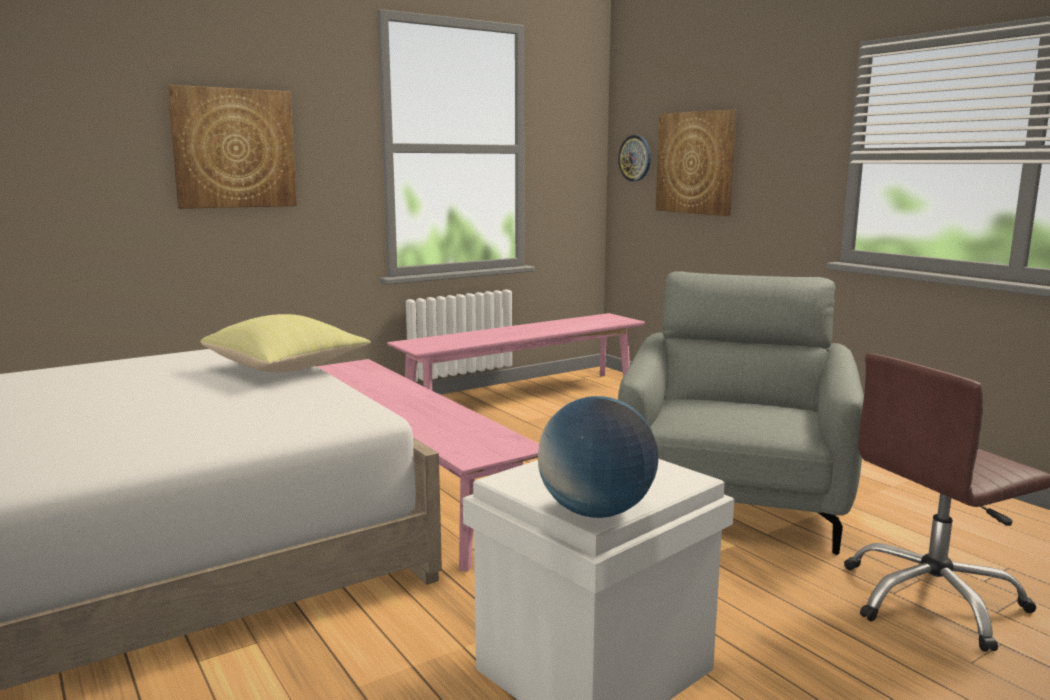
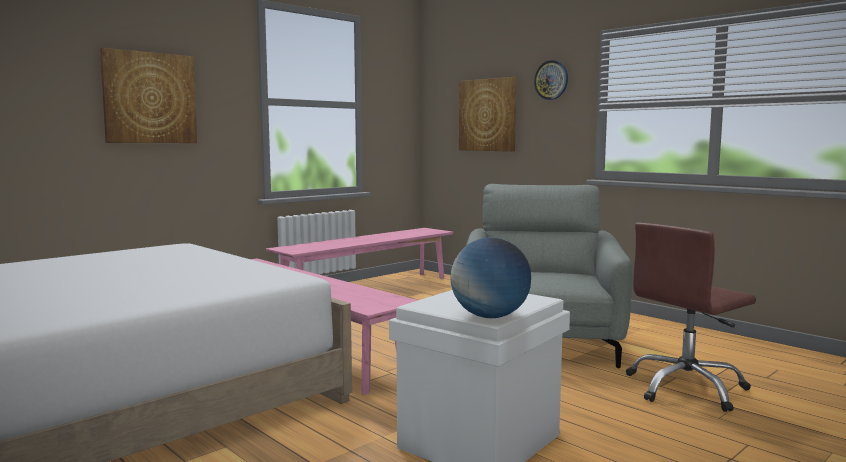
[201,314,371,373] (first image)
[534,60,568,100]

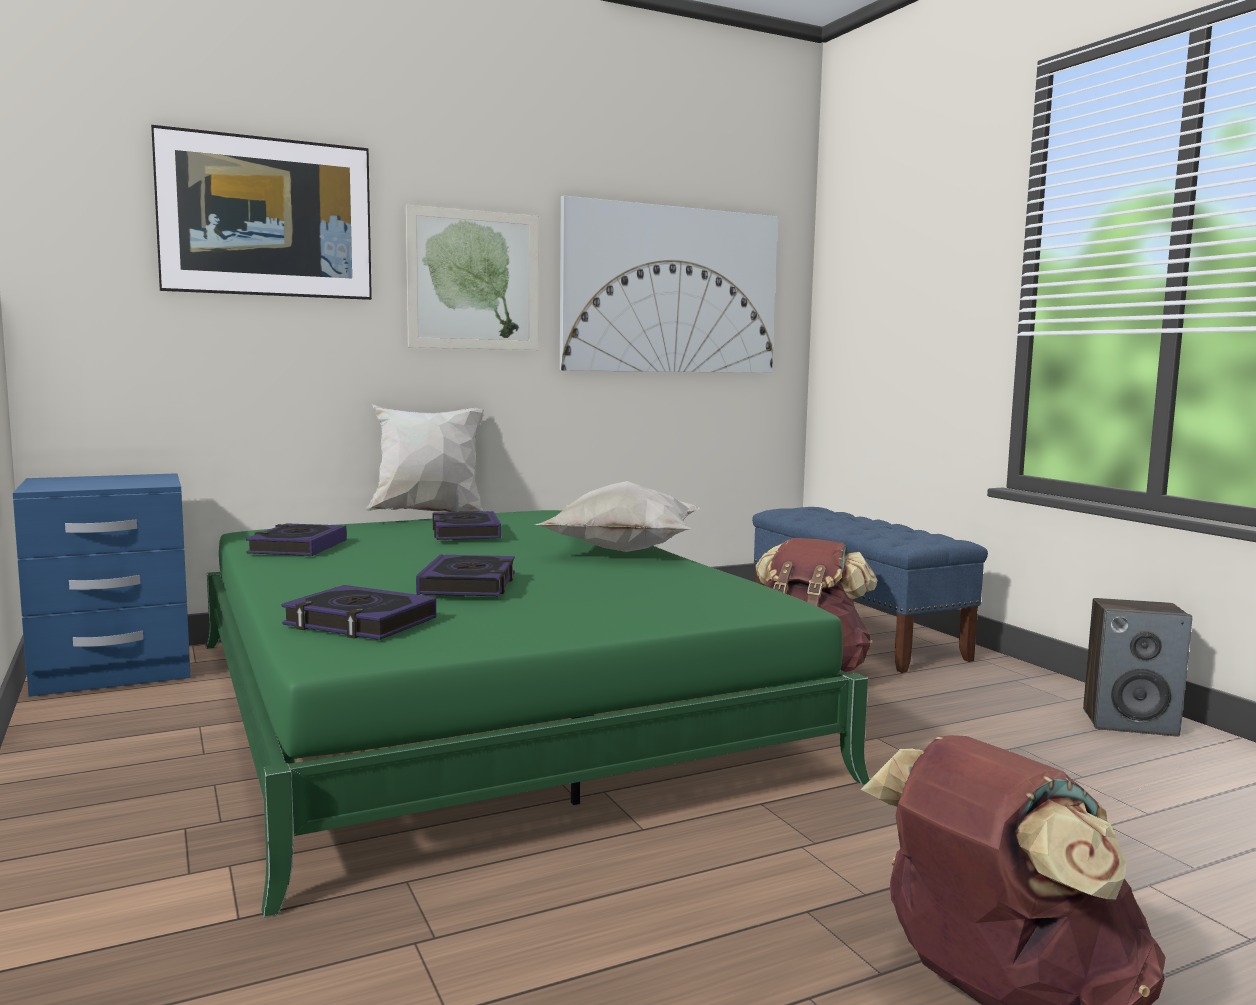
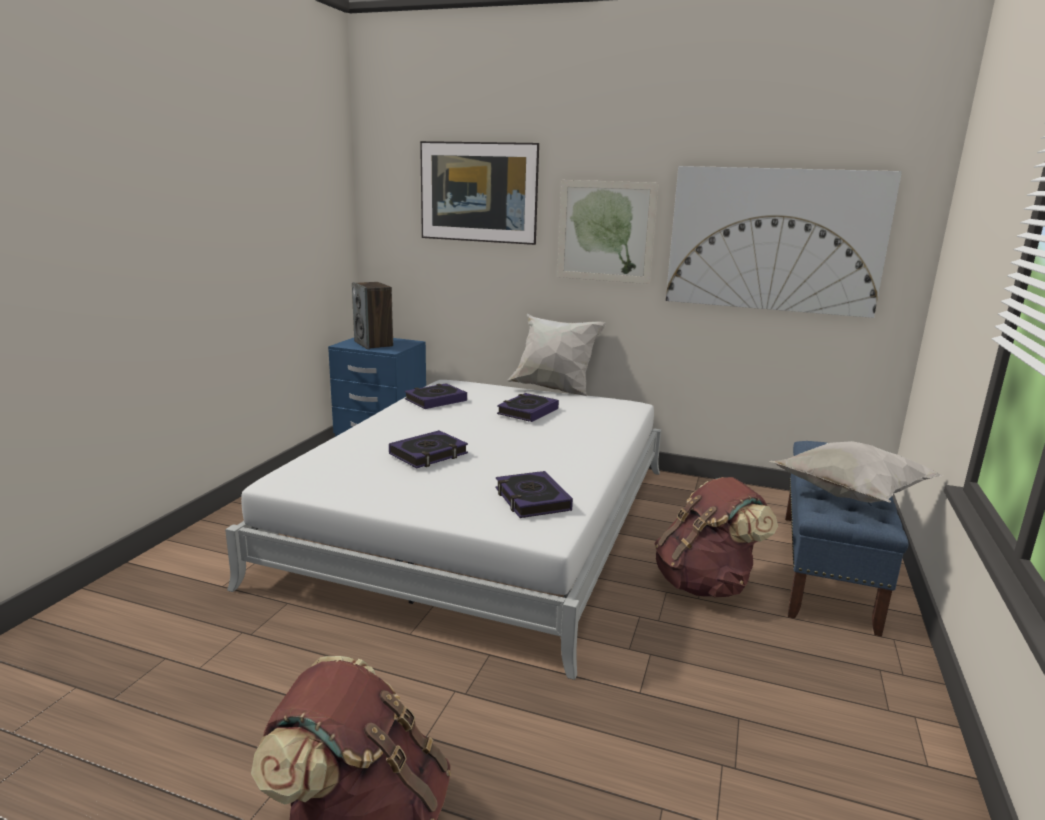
[496,471,573,518]
[769,441,943,503]
[352,282,393,349]
[225,380,661,680]

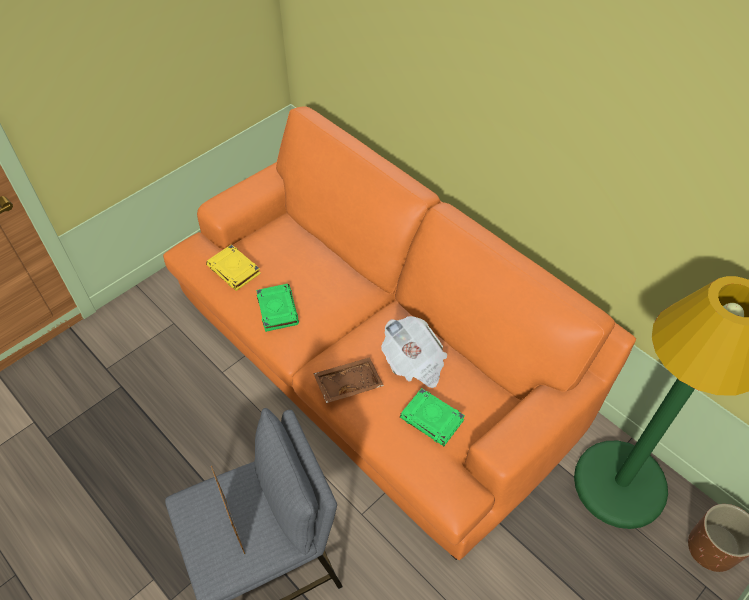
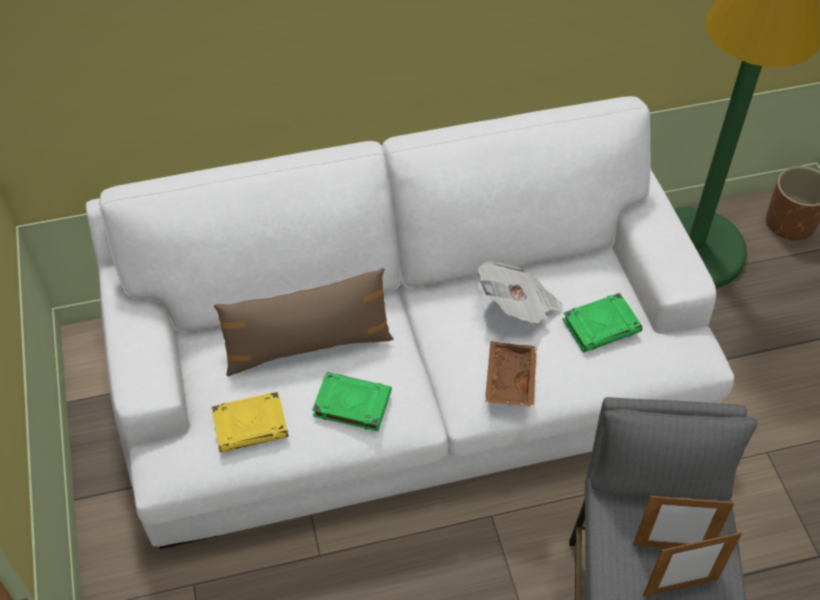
[214,268,394,376]
[643,532,742,597]
[86,96,734,549]

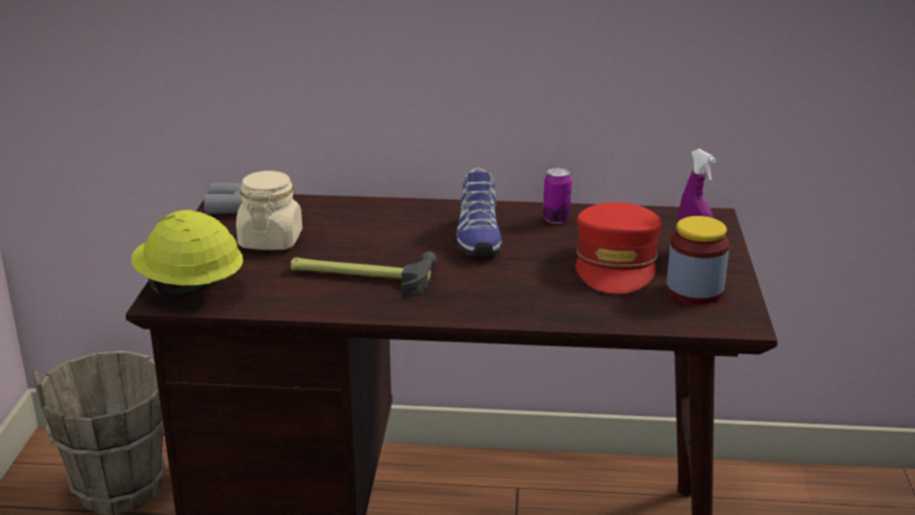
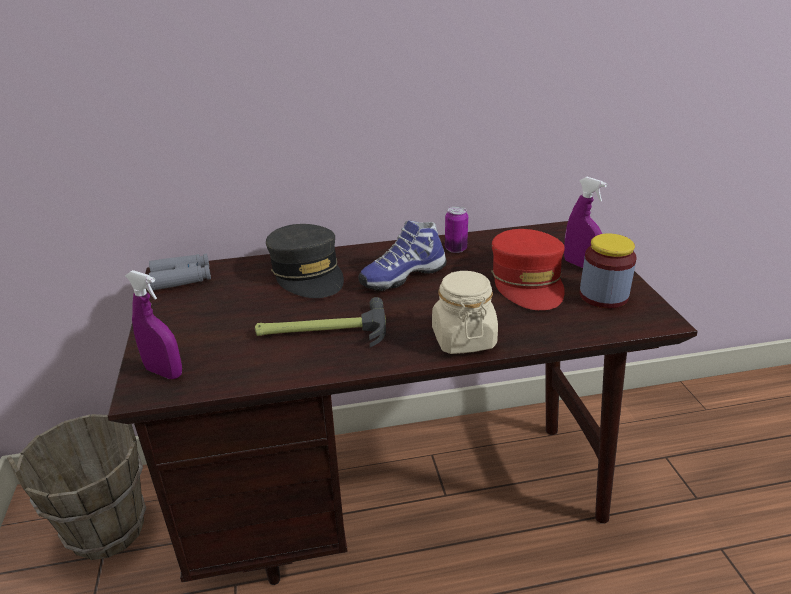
[266,224,344,298]
[432,271,498,354]
[125,270,182,379]
[359,220,447,291]

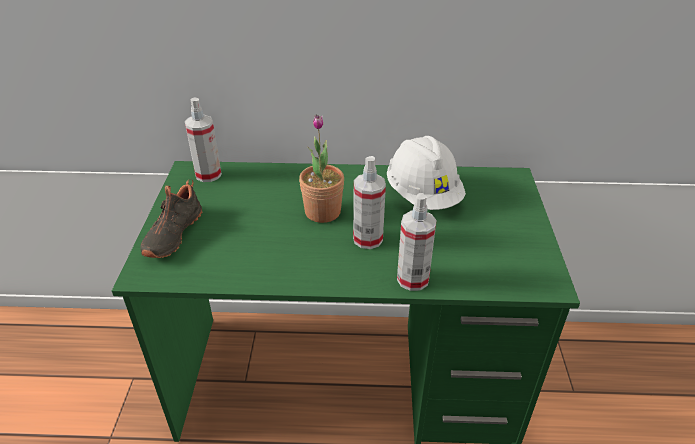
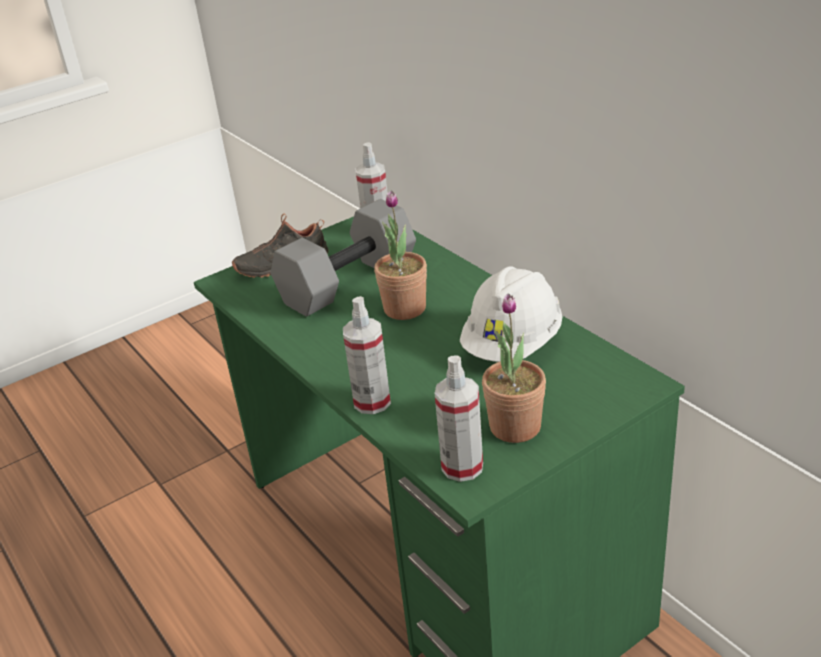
[271,199,416,317]
[482,293,546,443]
[435,355,483,482]

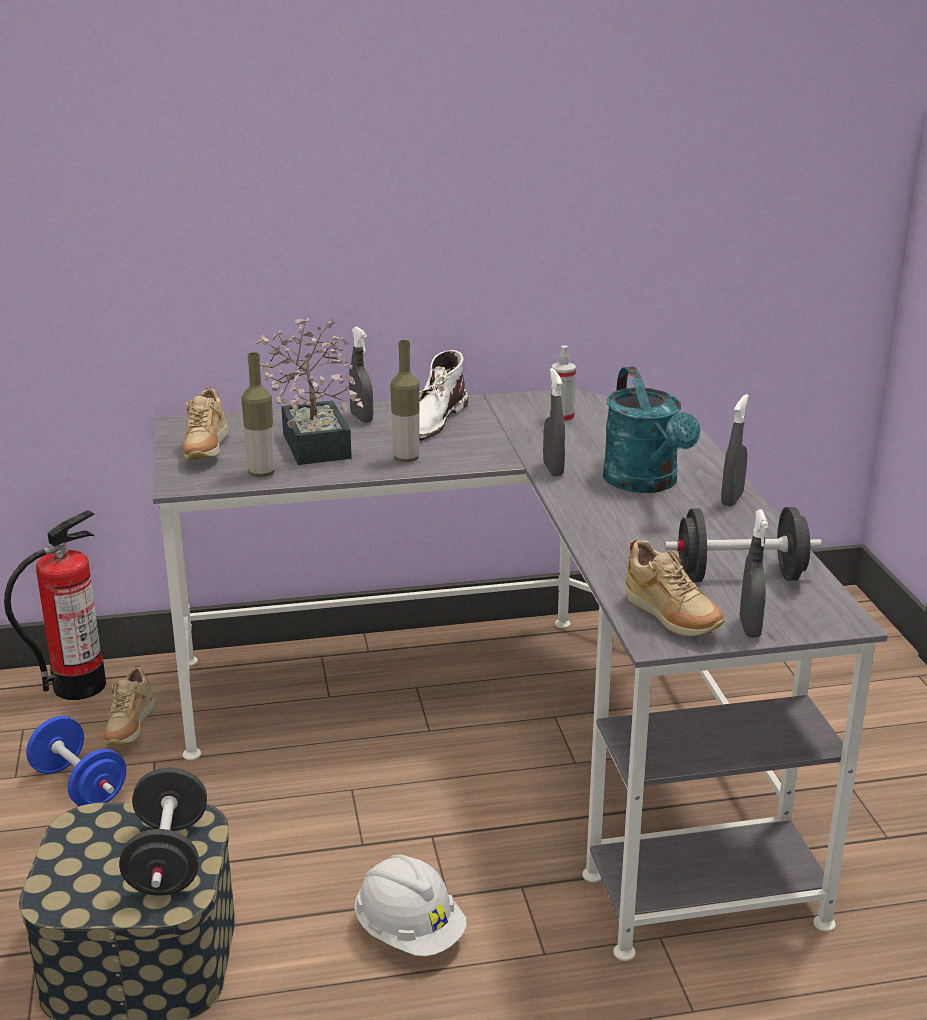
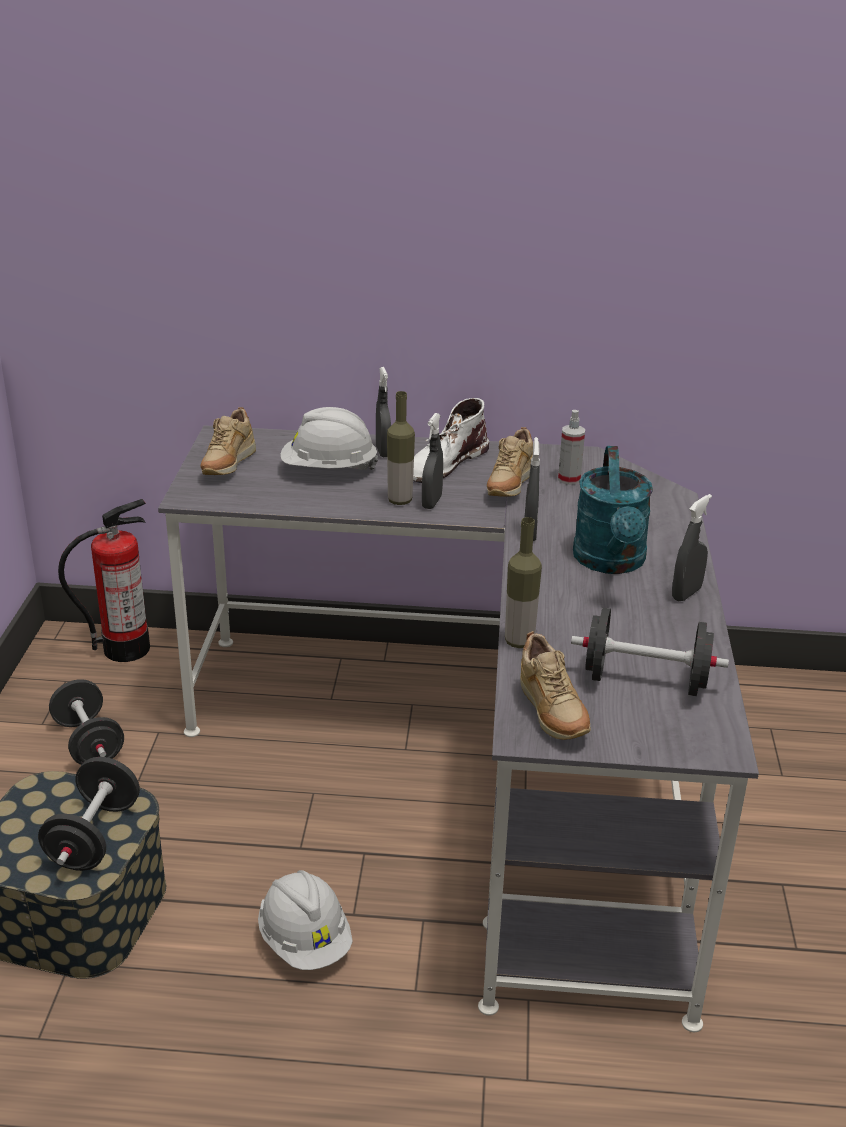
[487,427,533,497]
[505,517,542,648]
[422,413,443,509]
[281,407,378,470]
[49,679,124,765]

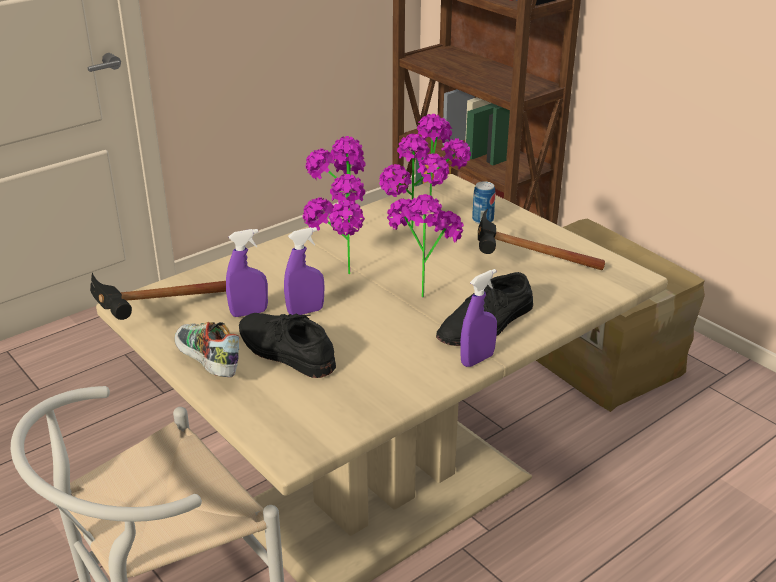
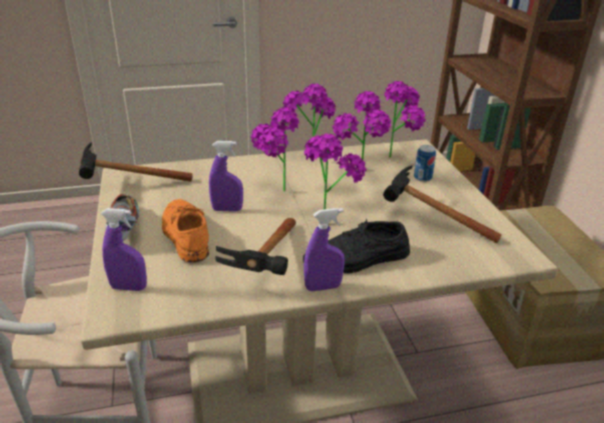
[215,218,296,275]
[101,208,147,291]
[162,199,209,262]

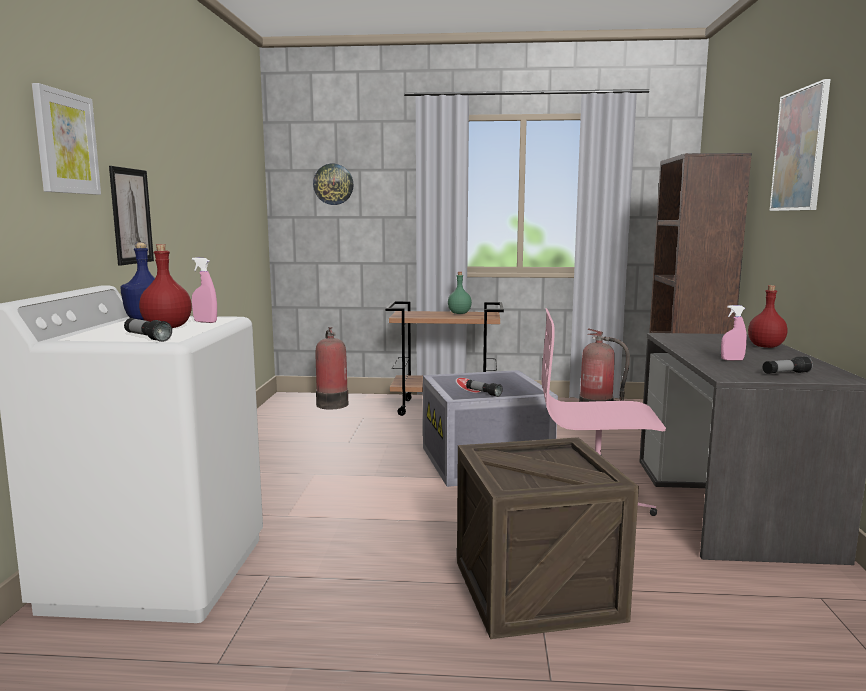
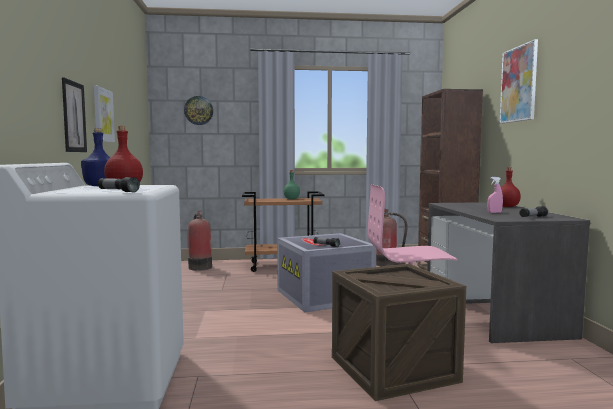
[192,257,217,323] (first image)
[94,86,115,142]

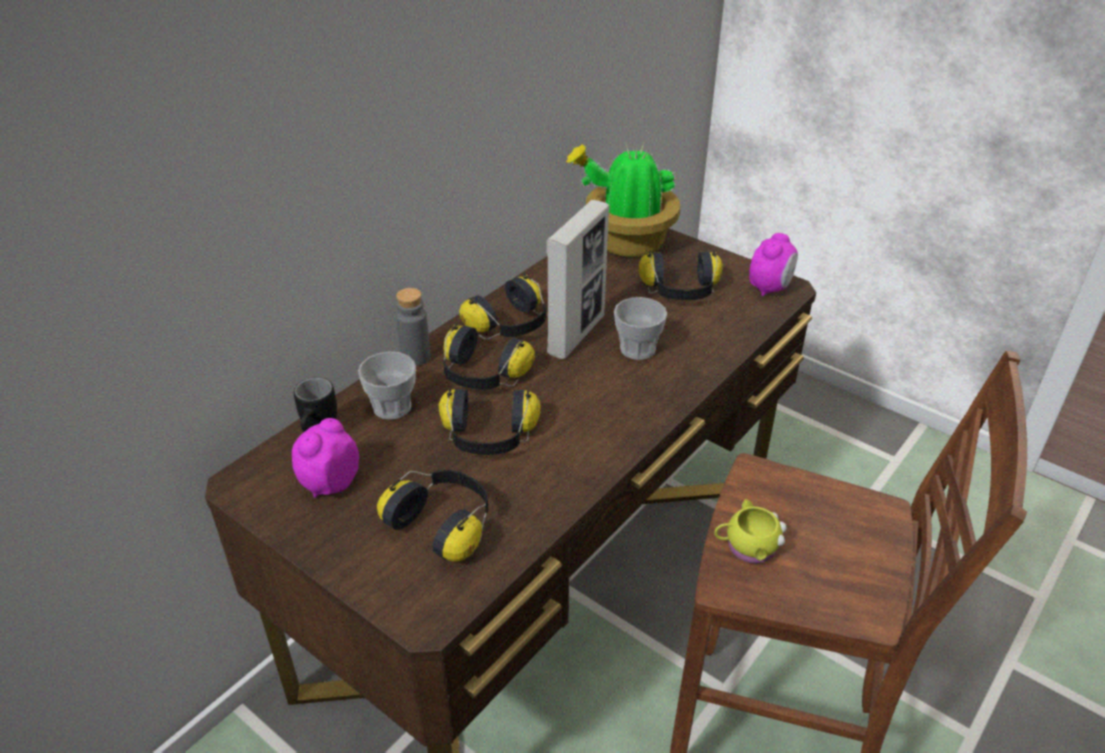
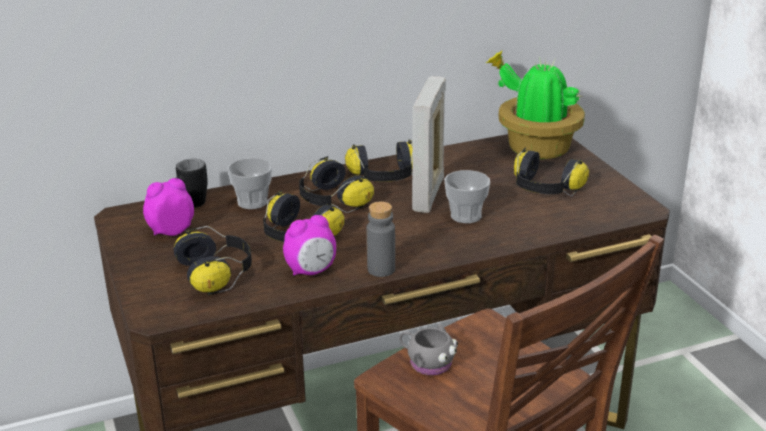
[367,202,395,277]
[283,215,336,276]
[399,323,458,376]
[412,76,446,213]

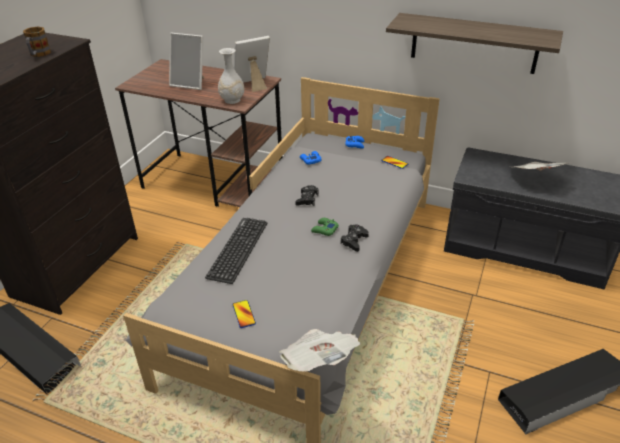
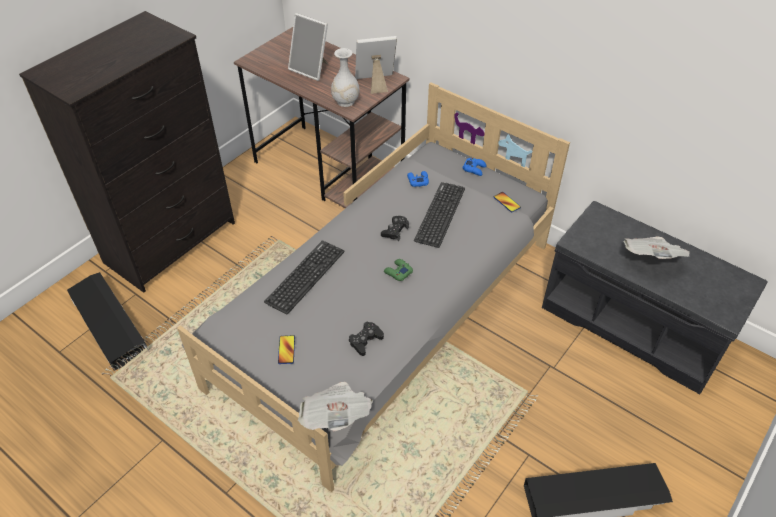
[23,27,51,57] (first image)
[386,13,563,74] (first image)
[414,182,465,248]
[349,322,384,356]

